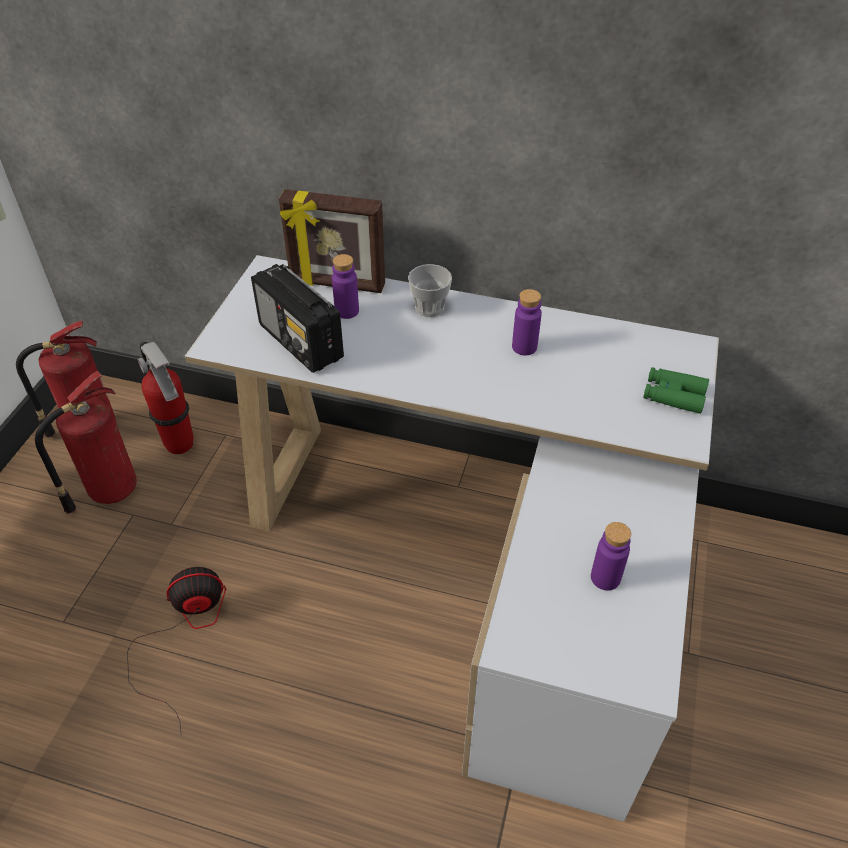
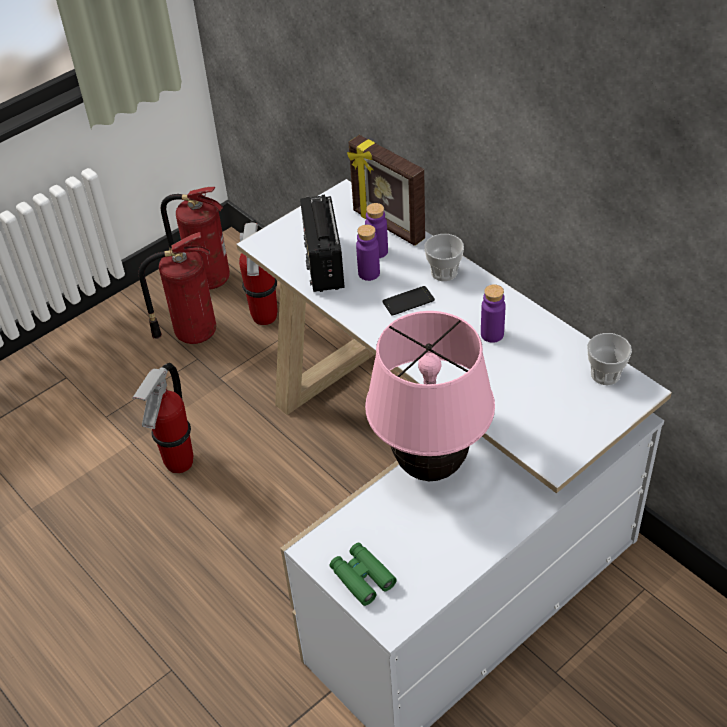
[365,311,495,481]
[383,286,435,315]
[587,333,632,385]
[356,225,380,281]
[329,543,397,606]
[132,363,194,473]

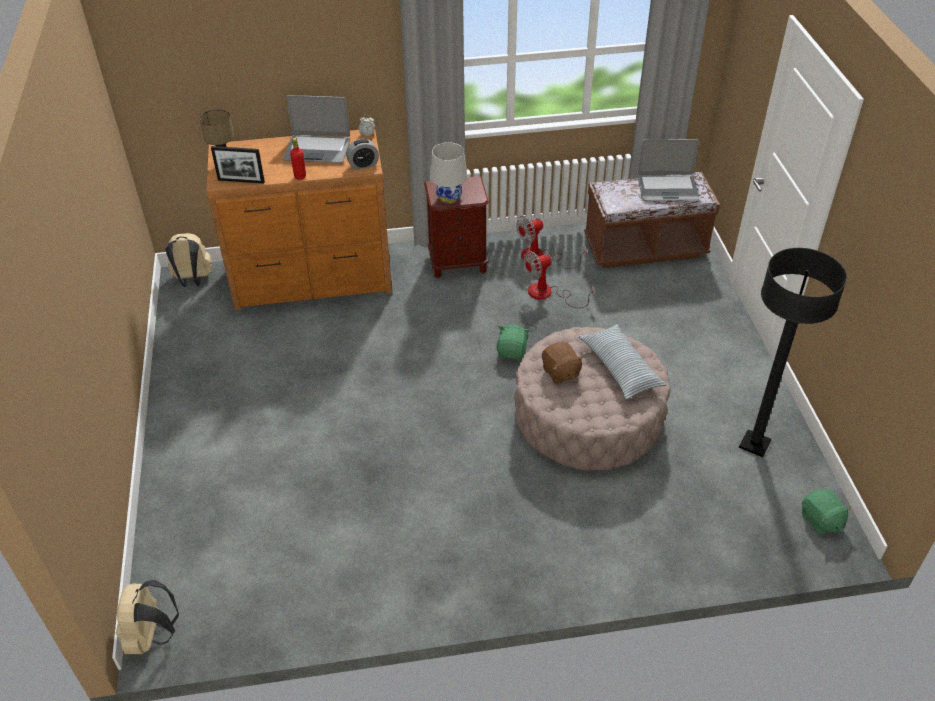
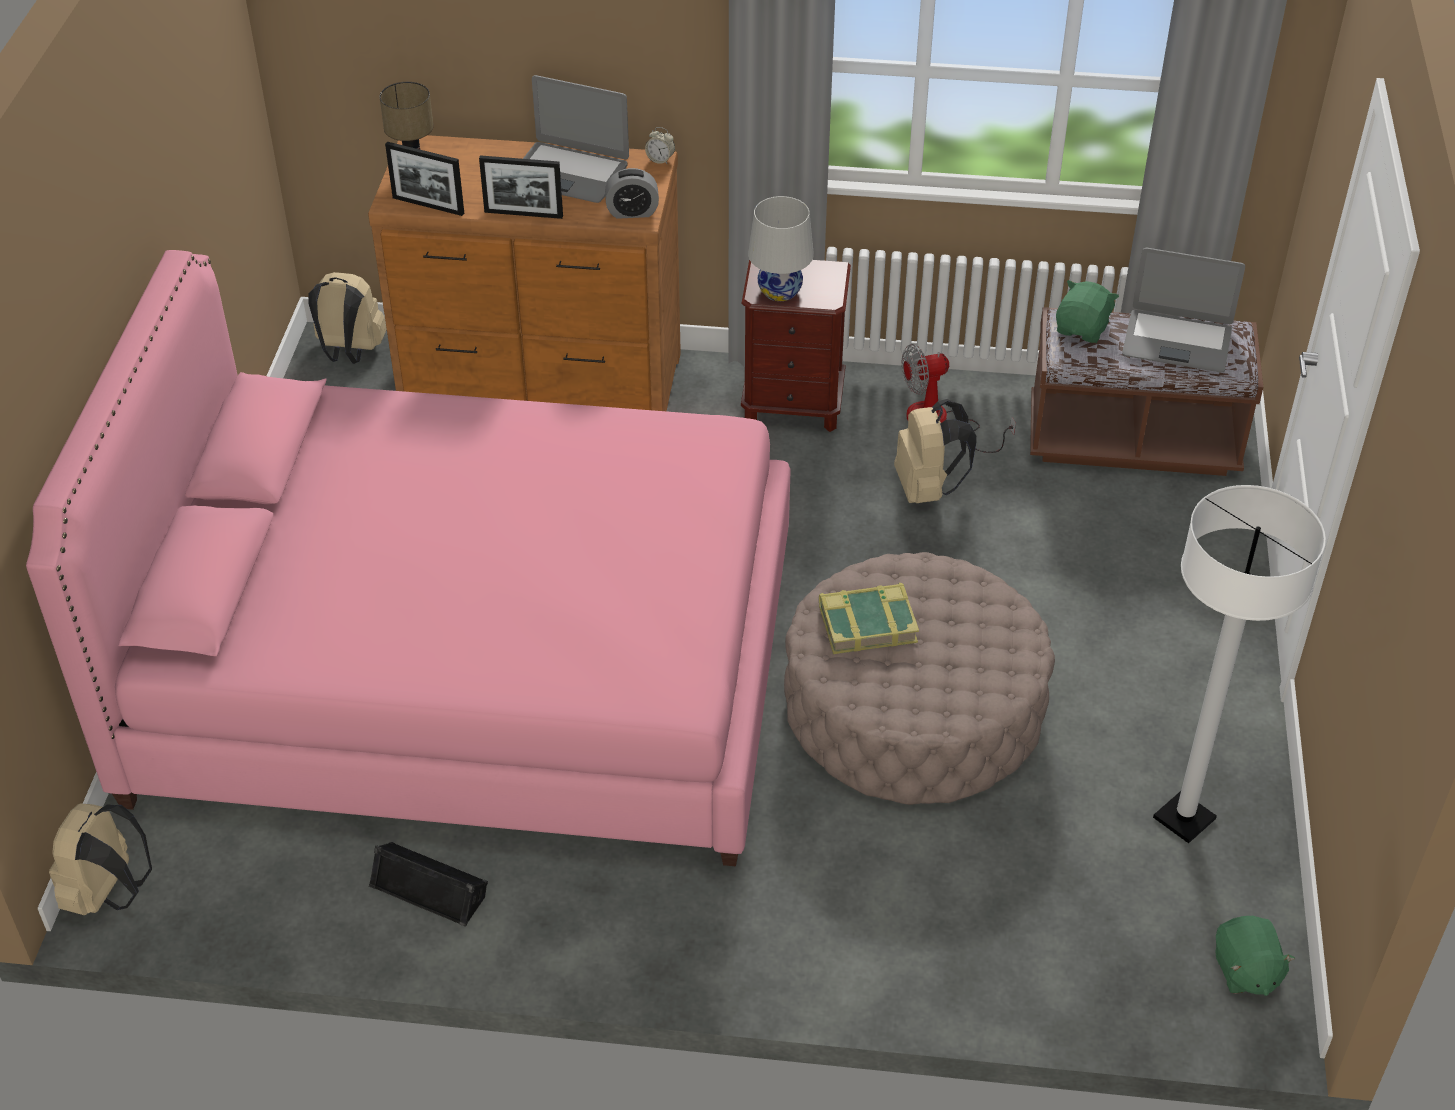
[578,324,667,399] (first image)
[26,250,791,866]
[369,842,488,927]
[1056,280,1119,343]
[479,155,563,219]
[894,399,977,503]
[819,583,919,654]
[1153,485,1326,843]

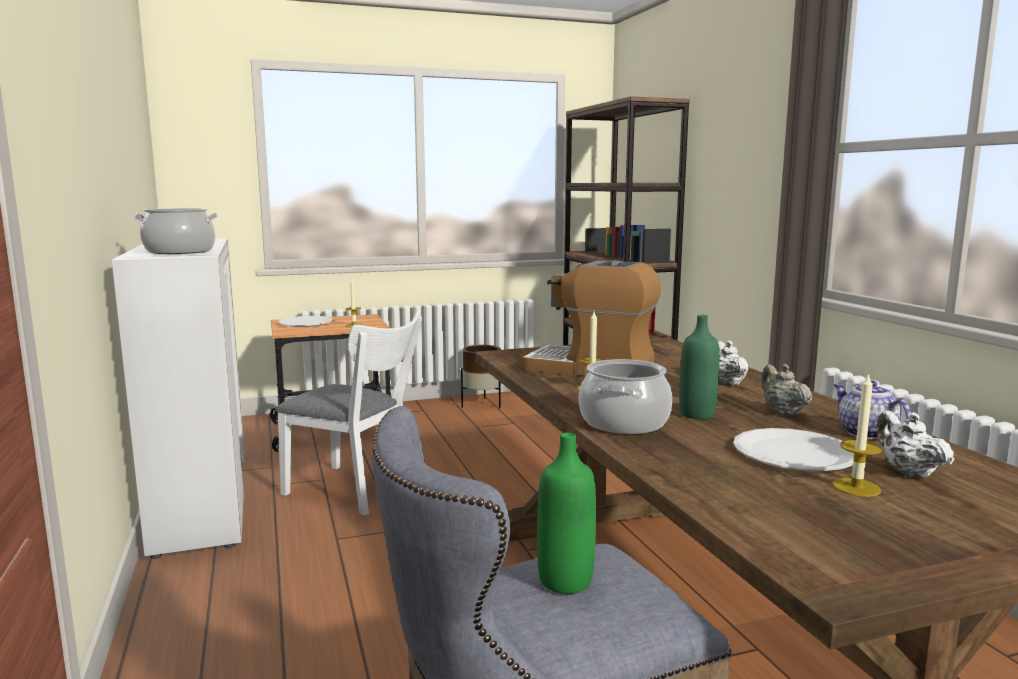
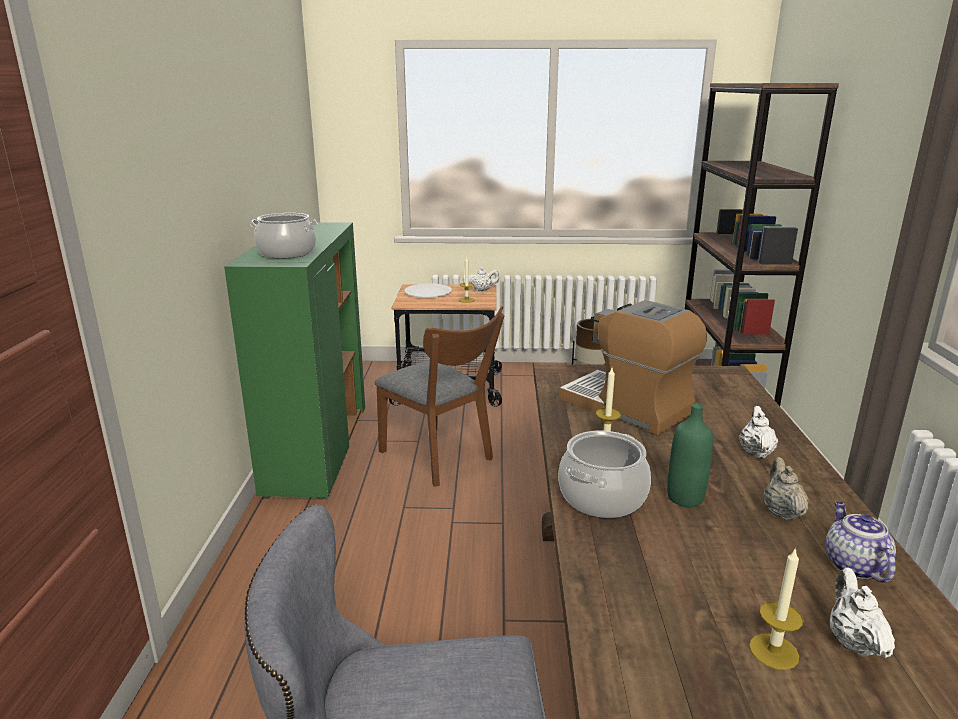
[537,433,596,594] (first image)
[733,428,854,471] (first image)
[468,267,499,291]
[224,222,365,500]
[375,306,504,487]

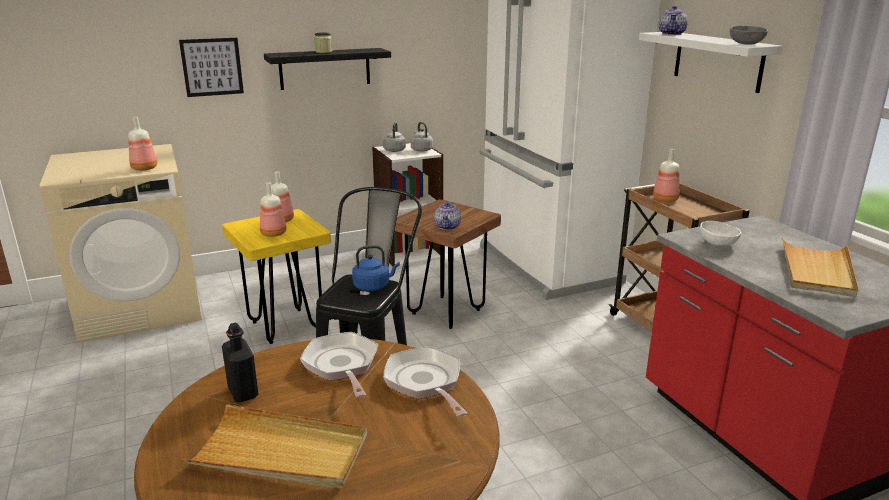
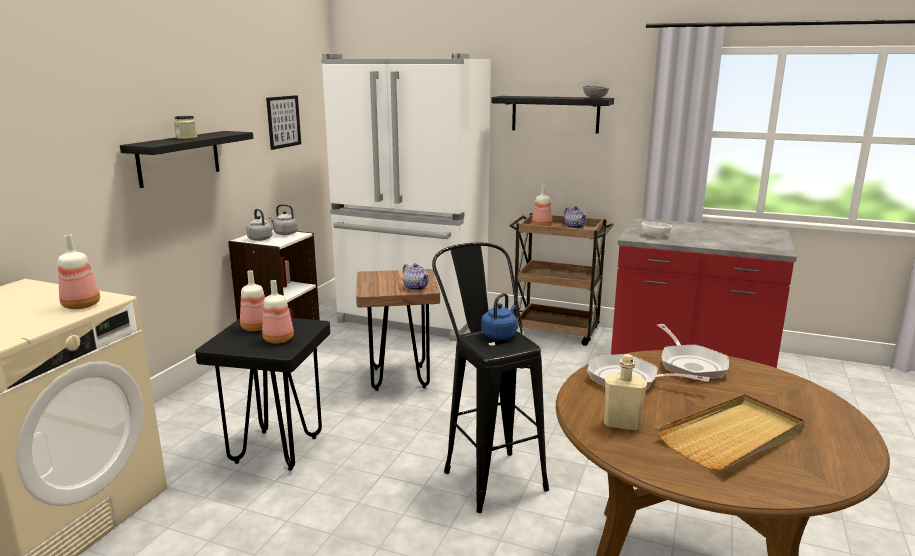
[782,237,859,297] (first image)
[266,95,301,150]
[564,206,587,229]
[195,318,330,471]
[604,354,647,431]
[491,96,614,134]
[657,324,729,381]

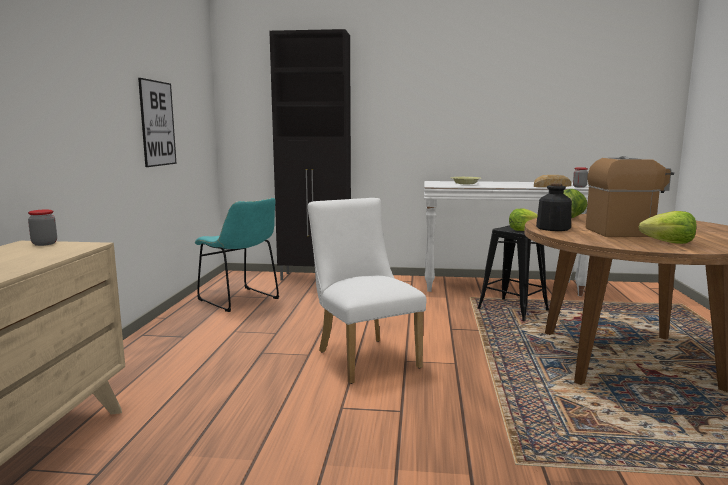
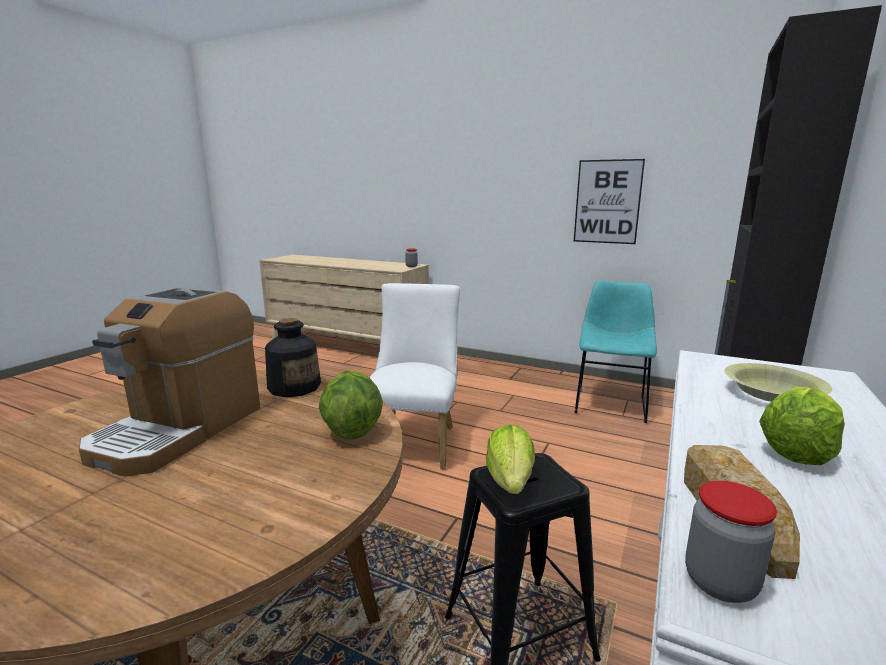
[759,387,845,465]
[575,280,657,423]
[369,283,460,469]

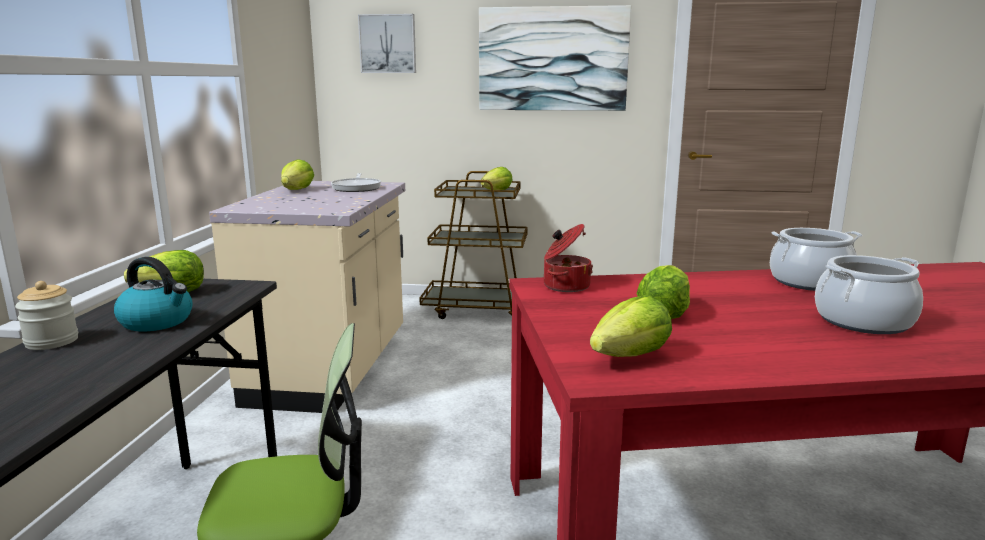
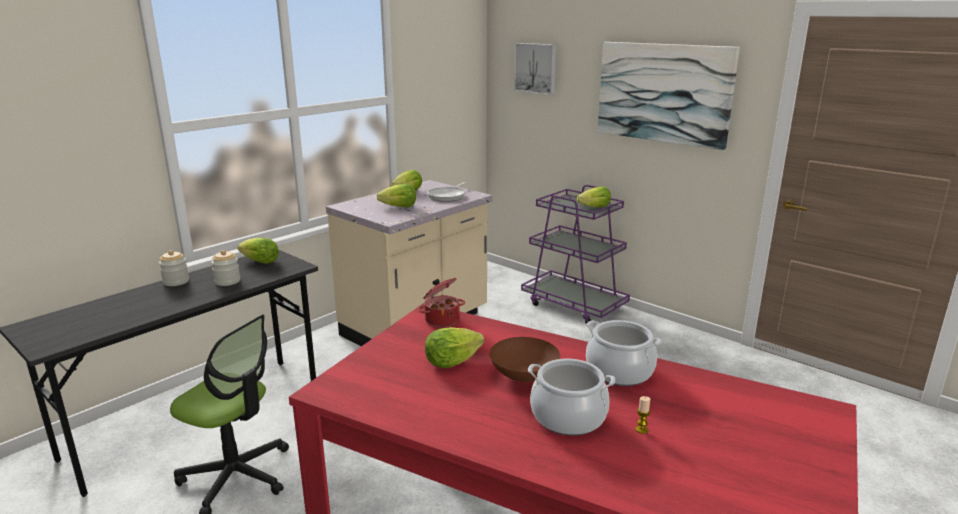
[489,337,560,382]
[635,396,650,434]
[377,184,416,207]
[211,250,240,286]
[521,185,630,324]

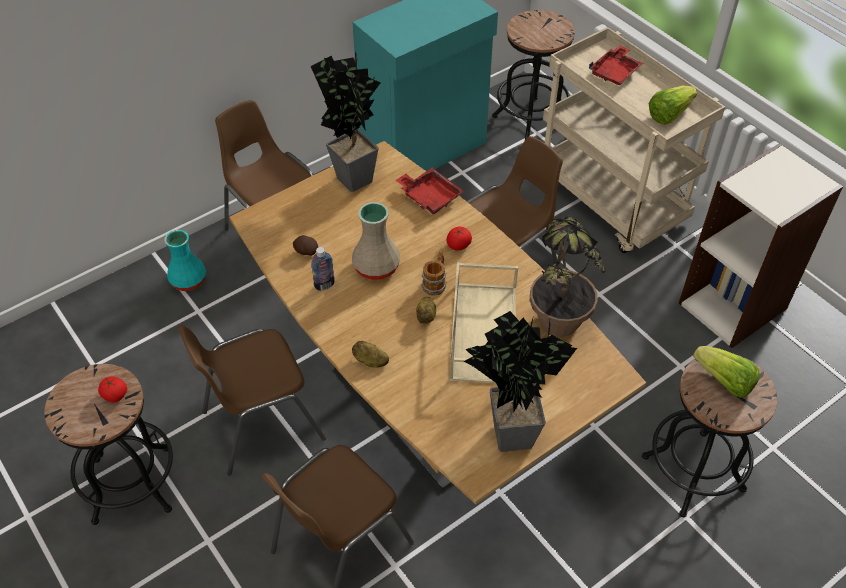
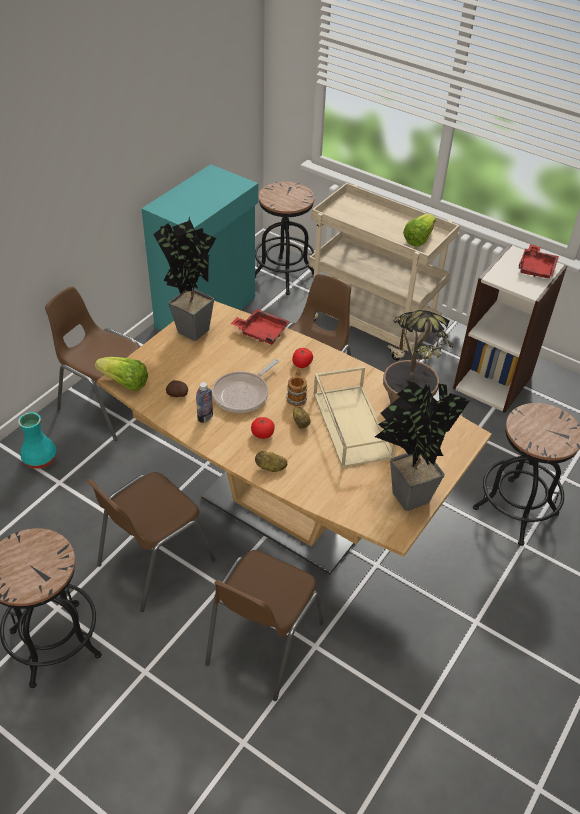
[251,417,275,439]
[519,244,559,278]
[95,357,148,391]
[212,359,279,413]

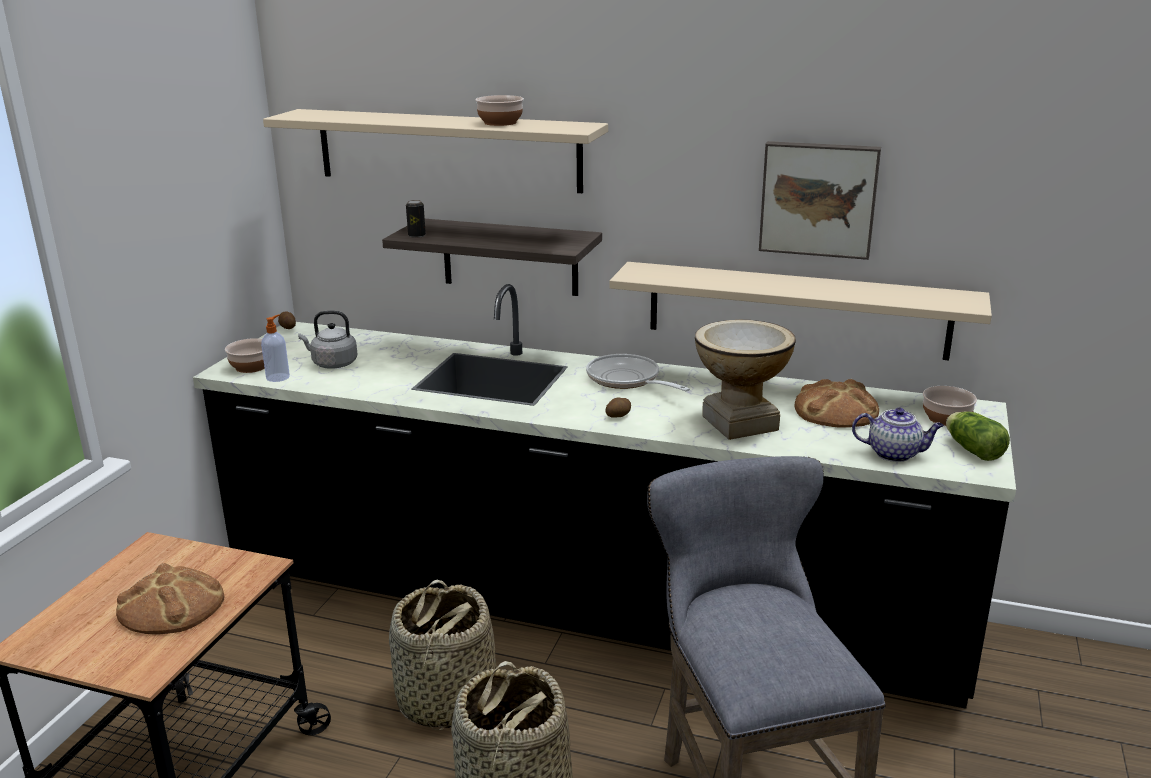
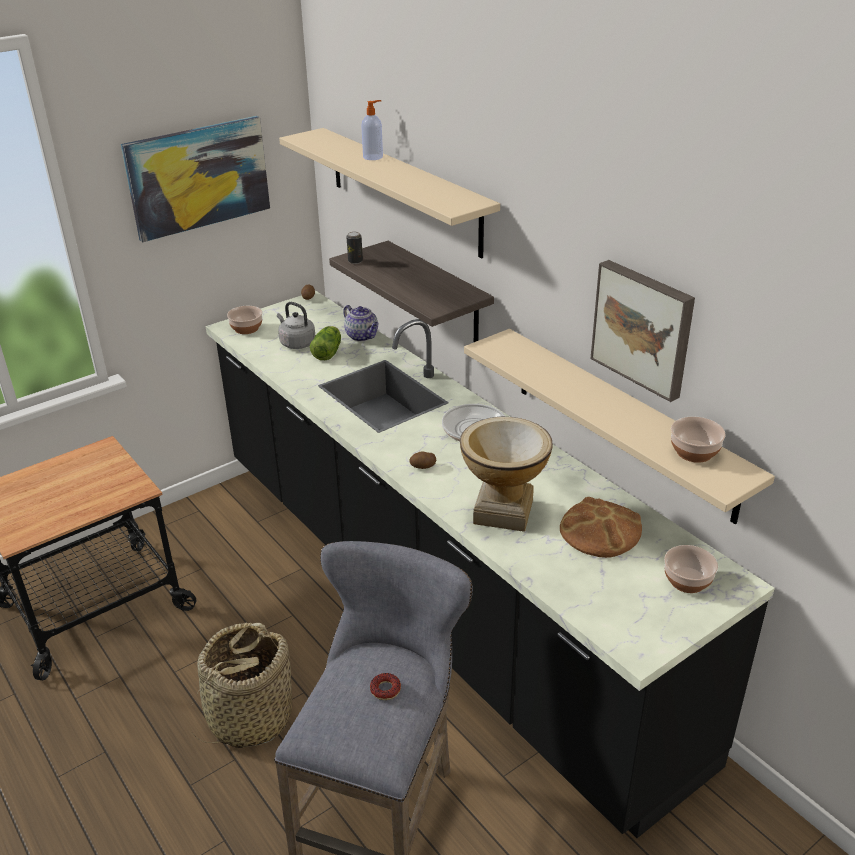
[116,563,225,634] (first image)
[389,580,497,730] (first image)
[121,116,270,242]
[370,673,401,700]
[361,100,383,160]
[671,417,726,463]
[343,305,379,341]
[310,326,341,360]

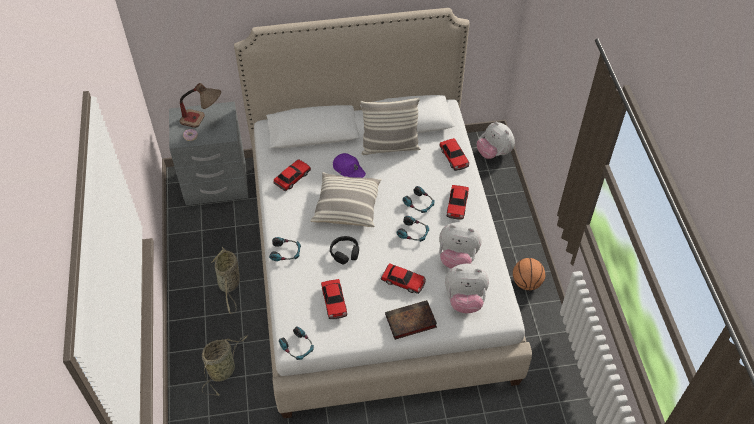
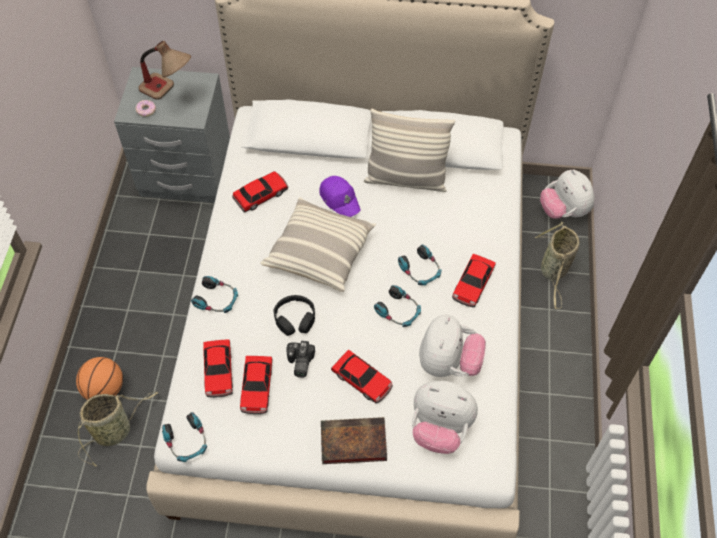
[286,341,315,378]
[535,222,580,309]
[203,339,233,398]
[76,357,123,400]
[419,314,486,377]

